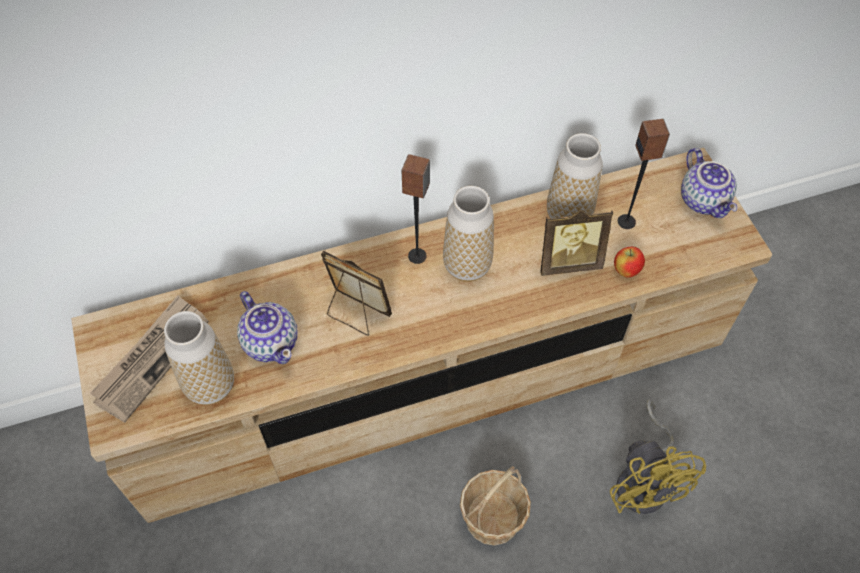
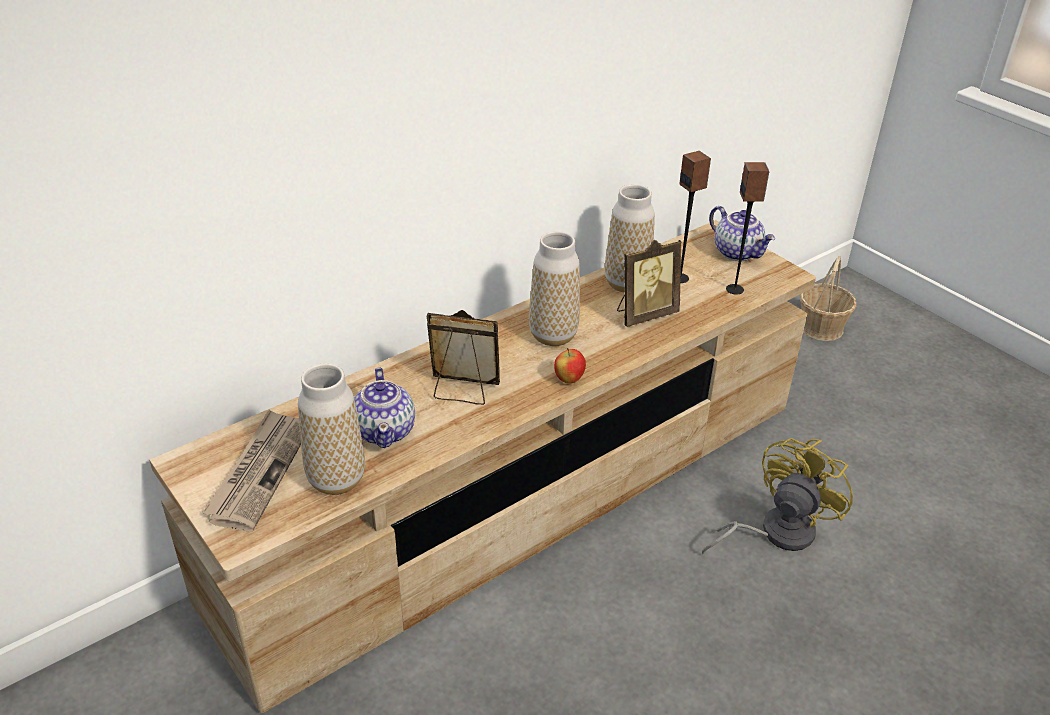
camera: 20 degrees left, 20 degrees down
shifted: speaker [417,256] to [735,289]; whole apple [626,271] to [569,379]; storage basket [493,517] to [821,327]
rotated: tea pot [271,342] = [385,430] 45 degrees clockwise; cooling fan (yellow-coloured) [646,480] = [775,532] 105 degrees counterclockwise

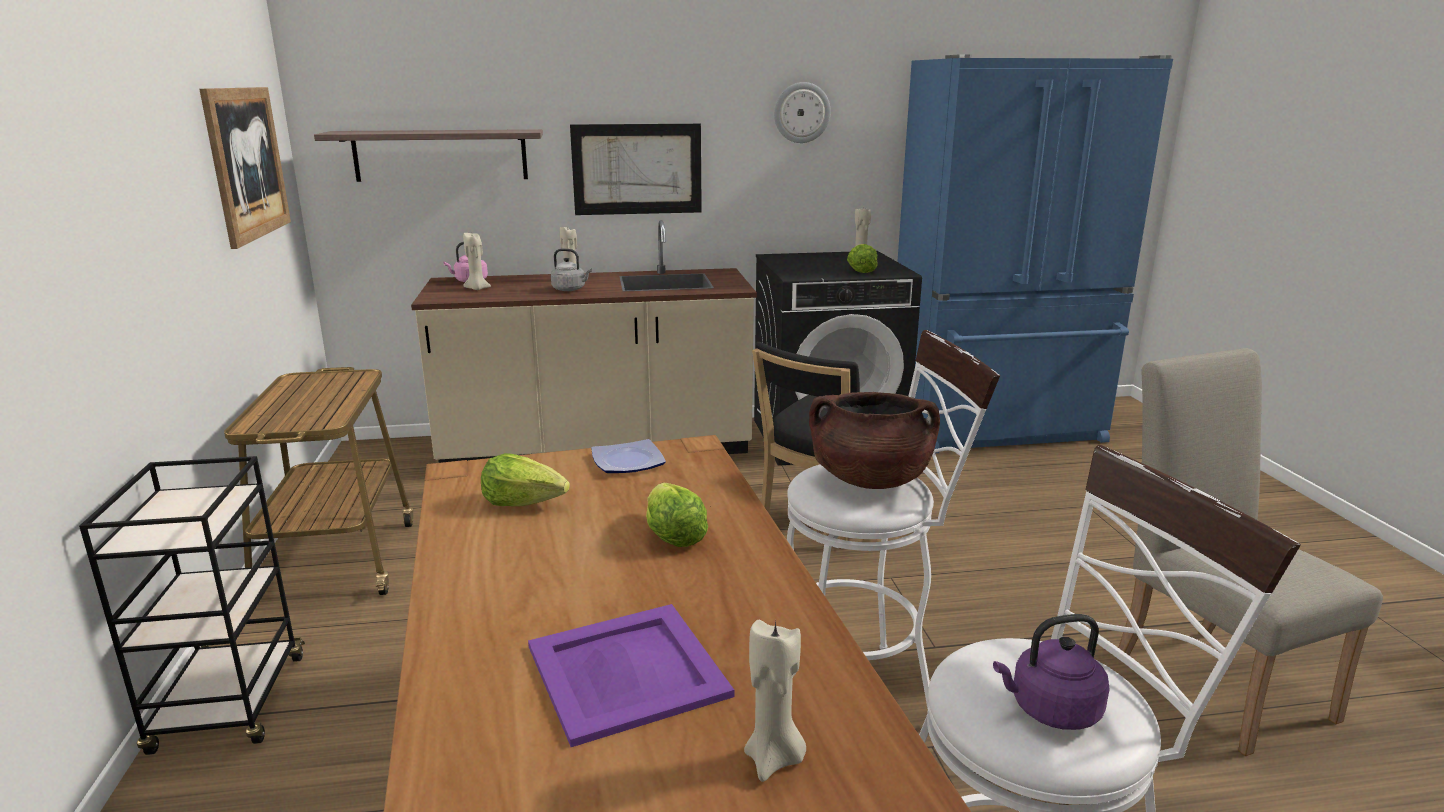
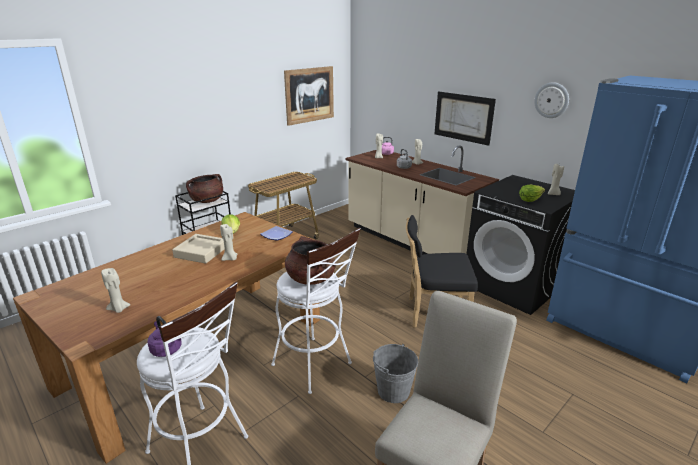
camera: 55 degrees right, 5 degrees up
gone: bracket shelf [440,155]; carrying tray (purple-coloured) [626,672]
new: stockpot (brown) [207,201]; carrying tray (beige-coloured) [201,252]; water bucket (gray) [393,391]
swapped: lettuce head [673,534] to wax candle (beige-coloured) [230,259]

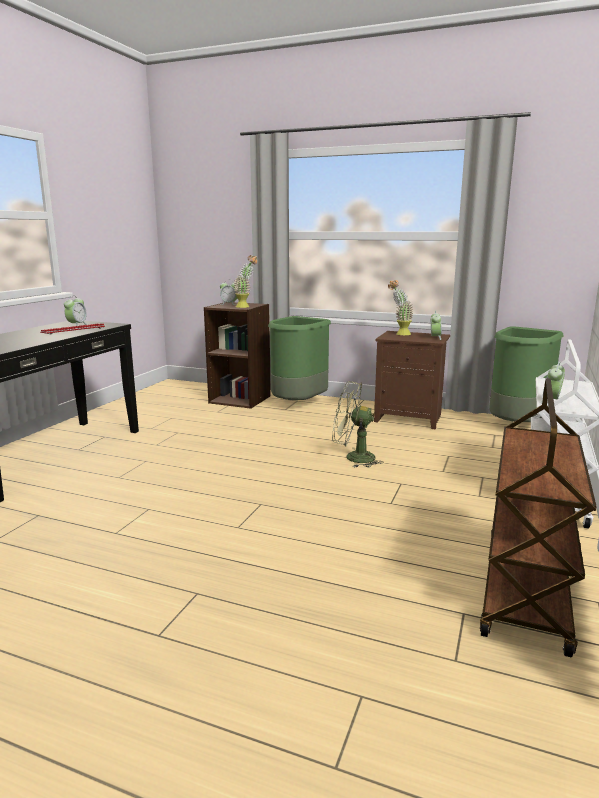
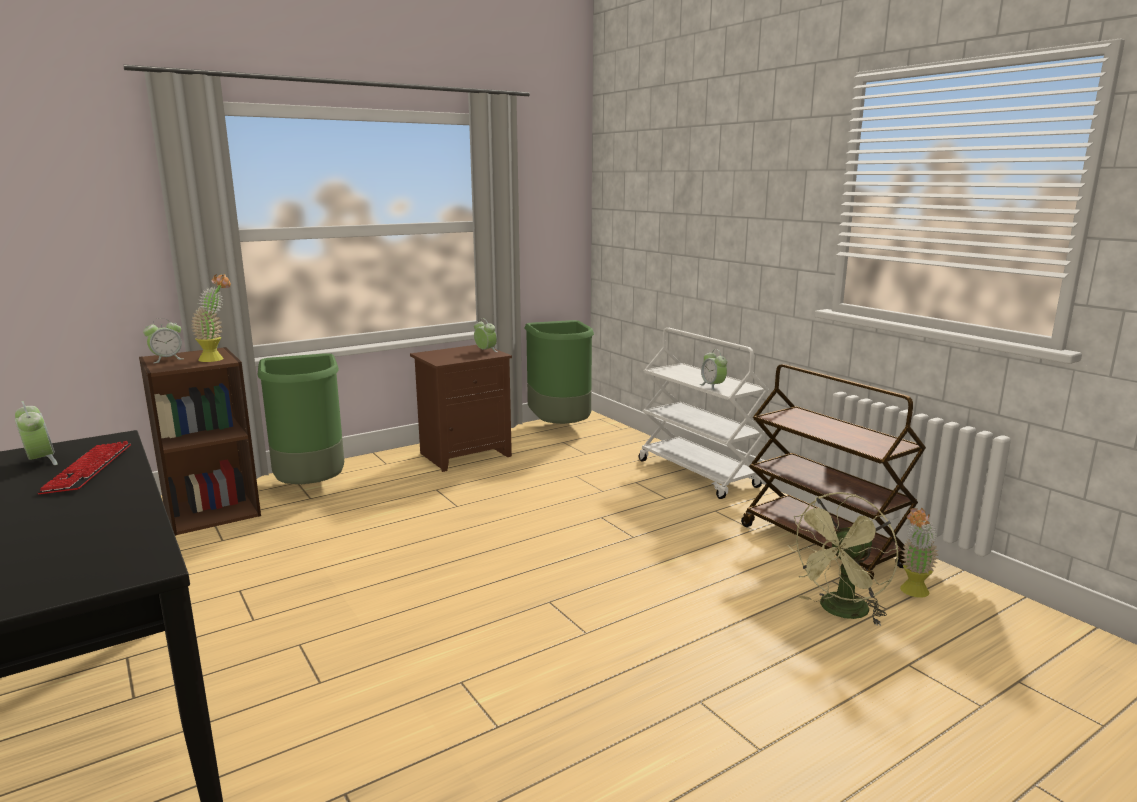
camera: 55 degrees left, 0 degrees up
shifted: houseplant [399,334] to [912,593]; cooling fan (green-coloured) [353,458] to [840,612]

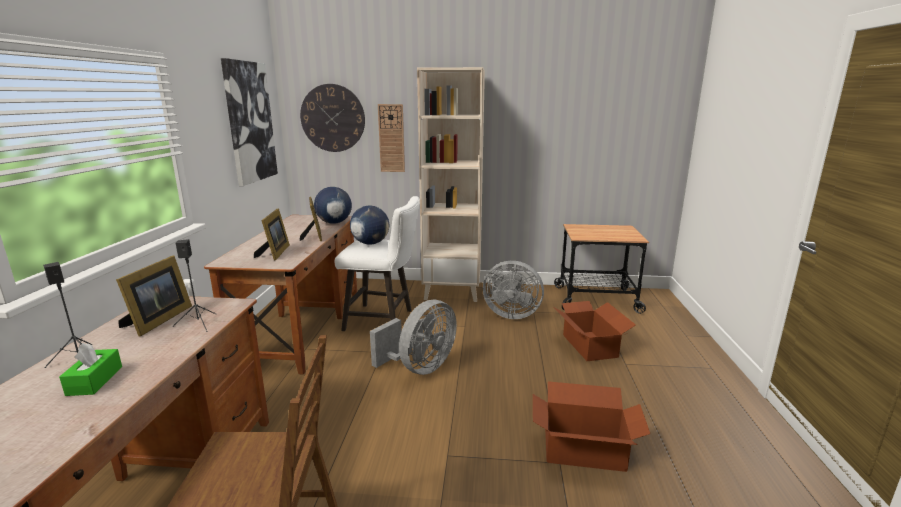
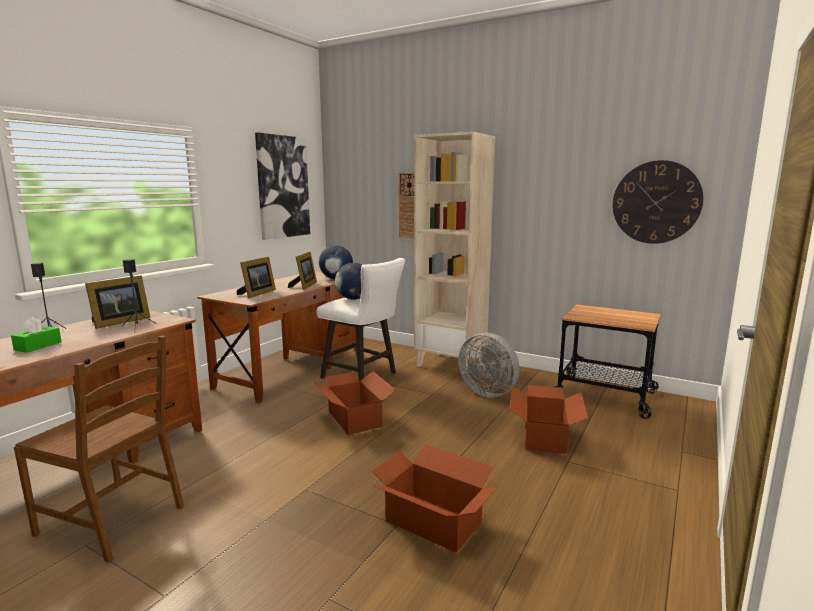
camera: 25 degrees right, 5 degrees down
shifted: clock on the wall [332,118] to [656,202]
swapped: cooling fan (gray) [420,367] to cardboard box [355,418]

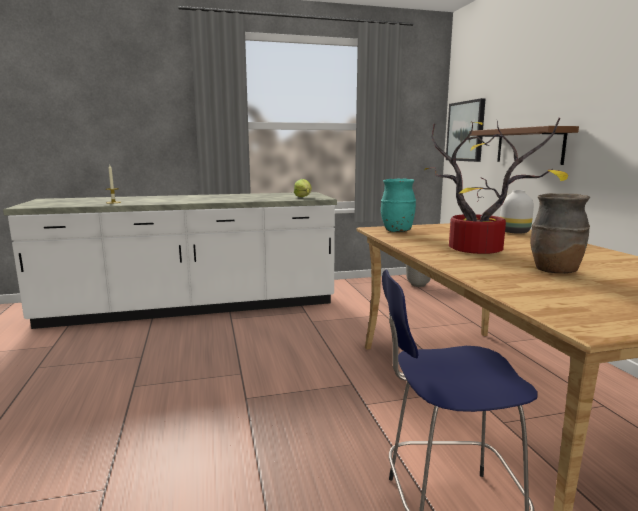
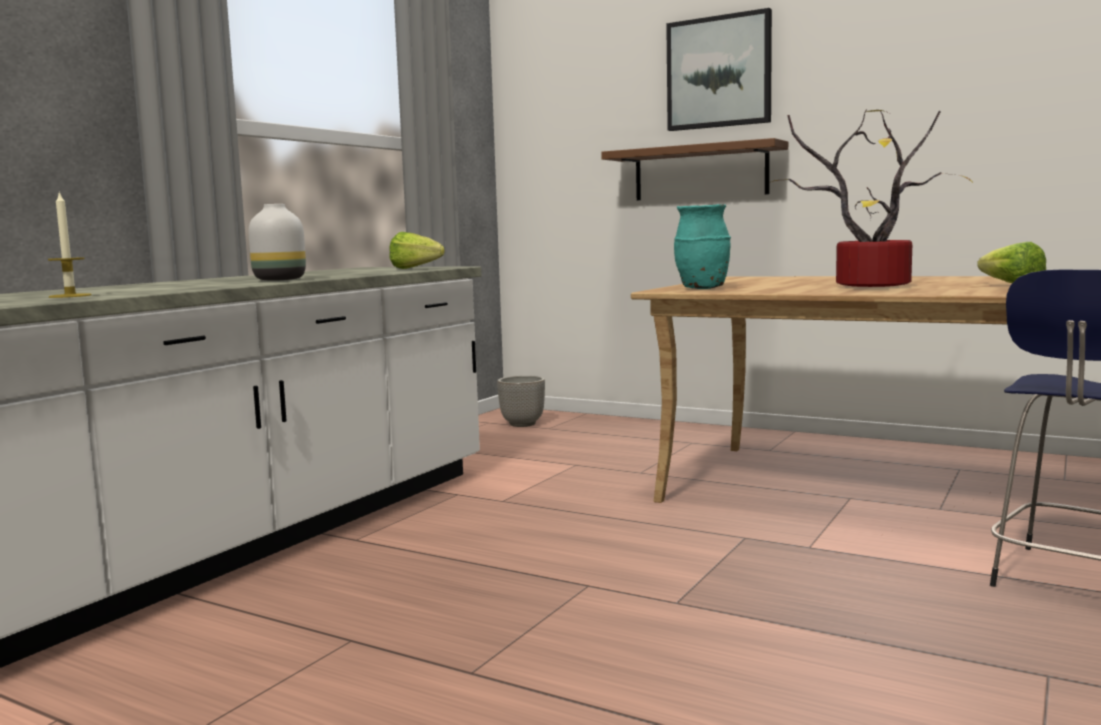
camera: 45 degrees left, 5 degrees down
shifted: wall art [466,131] to [719,72]; decorative vase (white) [515,232] to [281,280]
swapped: decorative vase (brown) [554,271] to lettuce head [1007,285]

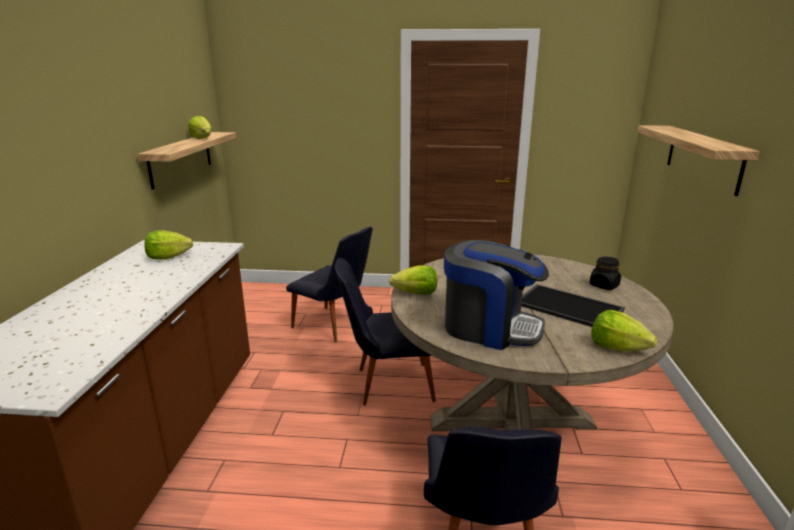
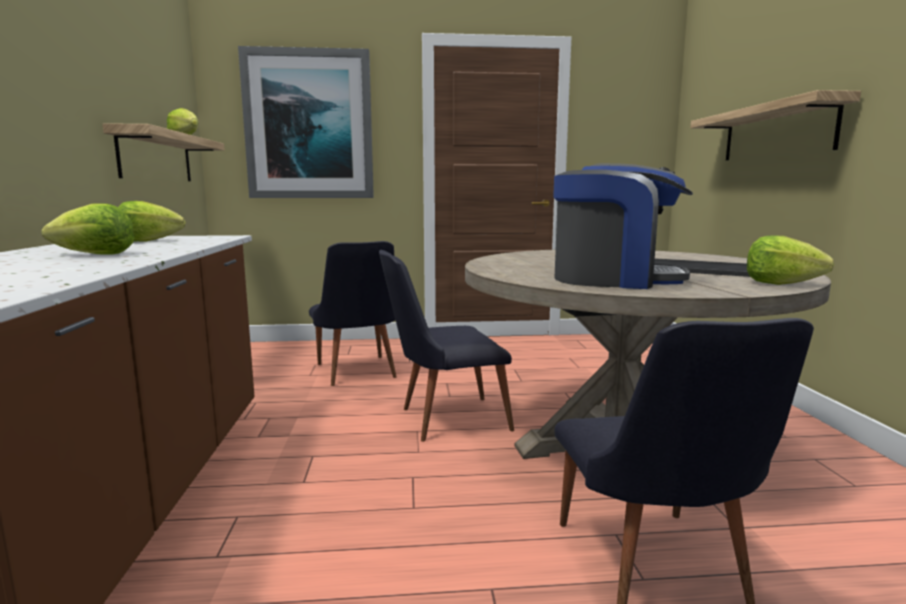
camera: 10 degrees left, 10 degrees down
gone: storage jar (blackish) [604,286]
new: wall art [309,125]
shifted: lettuce head [416,293] to [95,254]
rotated: upright chair (blackish) [335,327] = [357,373] 45 degrees clockwise

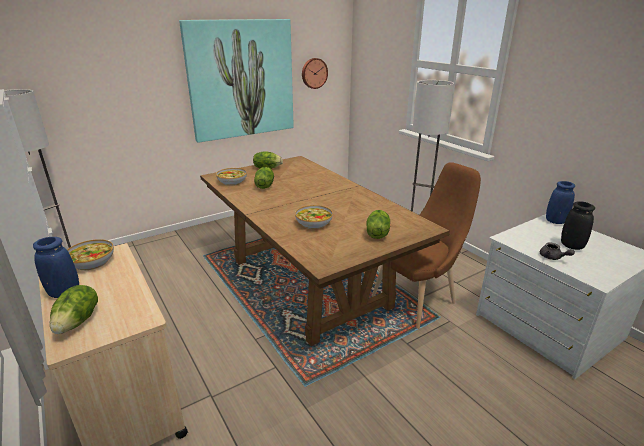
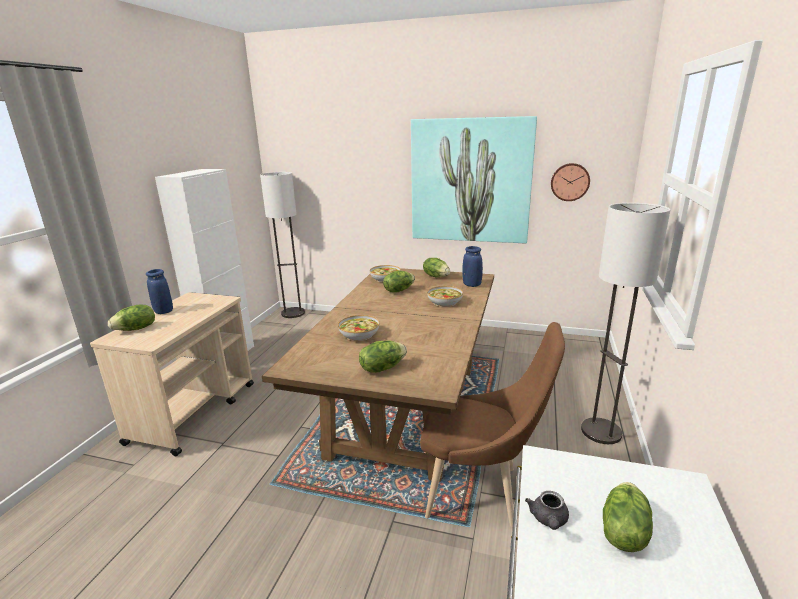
camera: 50 degrees right, 5 degrees down
shifted: decorative vase (blue) [555,221] to [471,285]; serving bowl [92,262] to [444,302]
swapped: decorative vase (blackish) [571,246] to lettuce head [622,531]

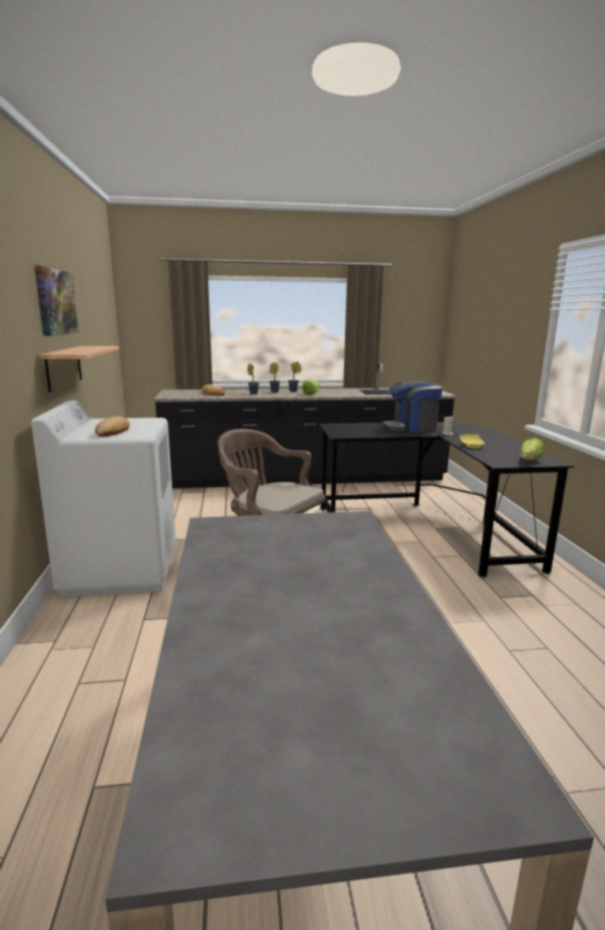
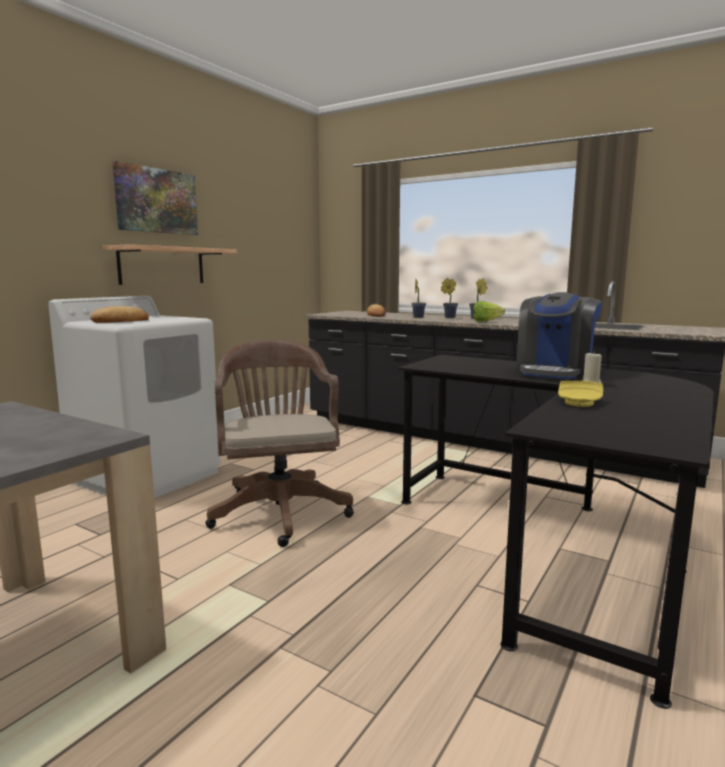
camera: 40 degrees right, 5 degrees down
gone: lettuce head [527,461]
rotated: coffee machine [411,428] = [554,372] 90 degrees counterclockwise

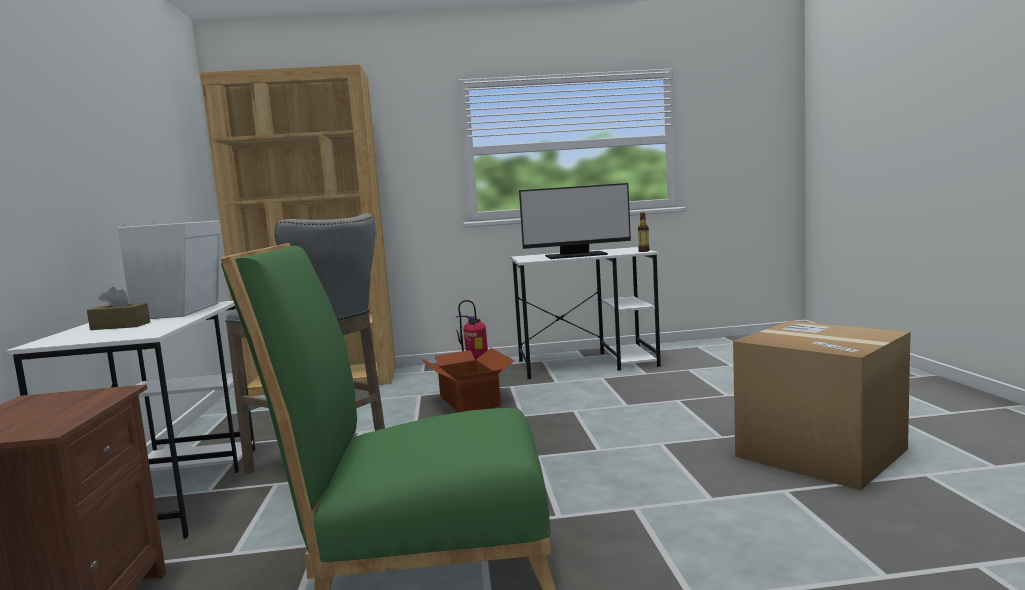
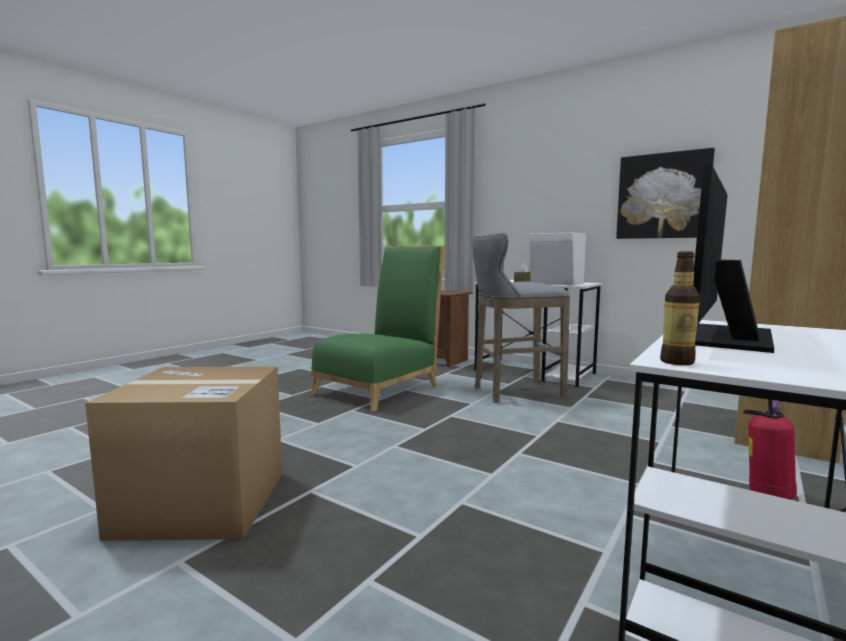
camera: 130 degrees right, 0 degrees up
gone: cardboard box [470,400]
new: wall art [663,196]

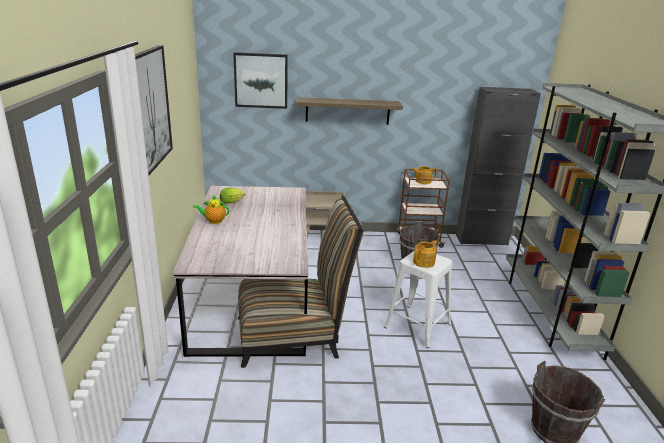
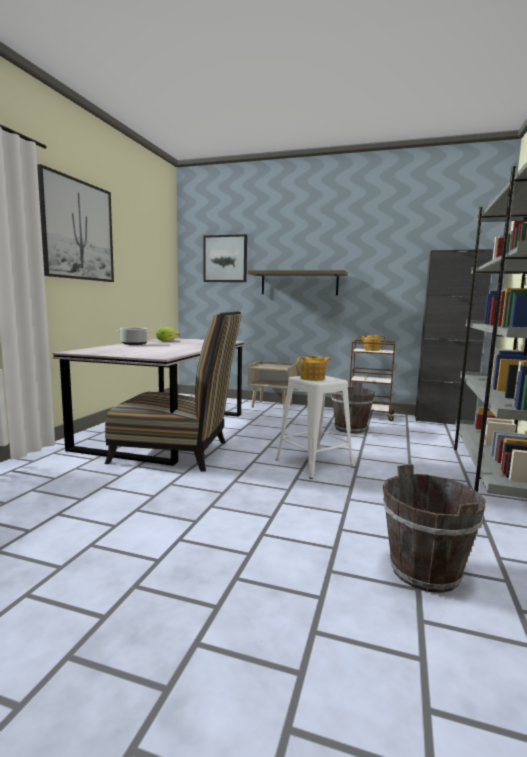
camera: 20 degrees right, 15 degrees down
swapped: tea pot [213,221] to stockpot [134,344]

